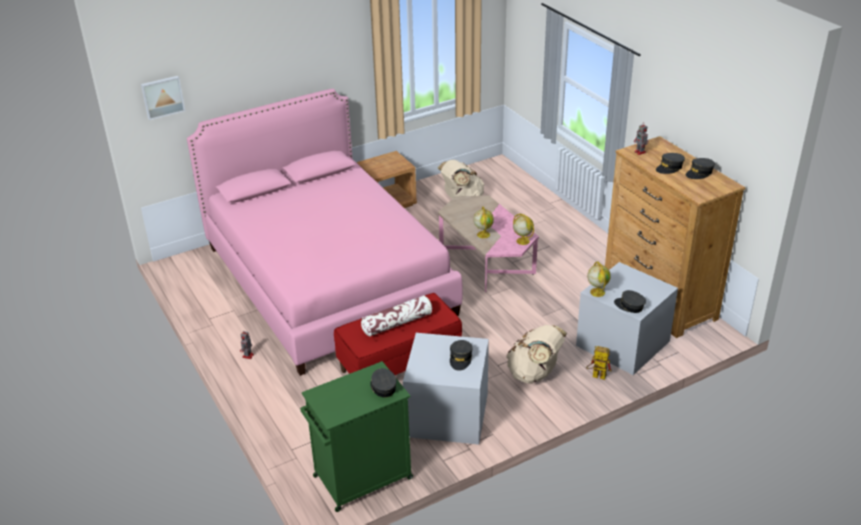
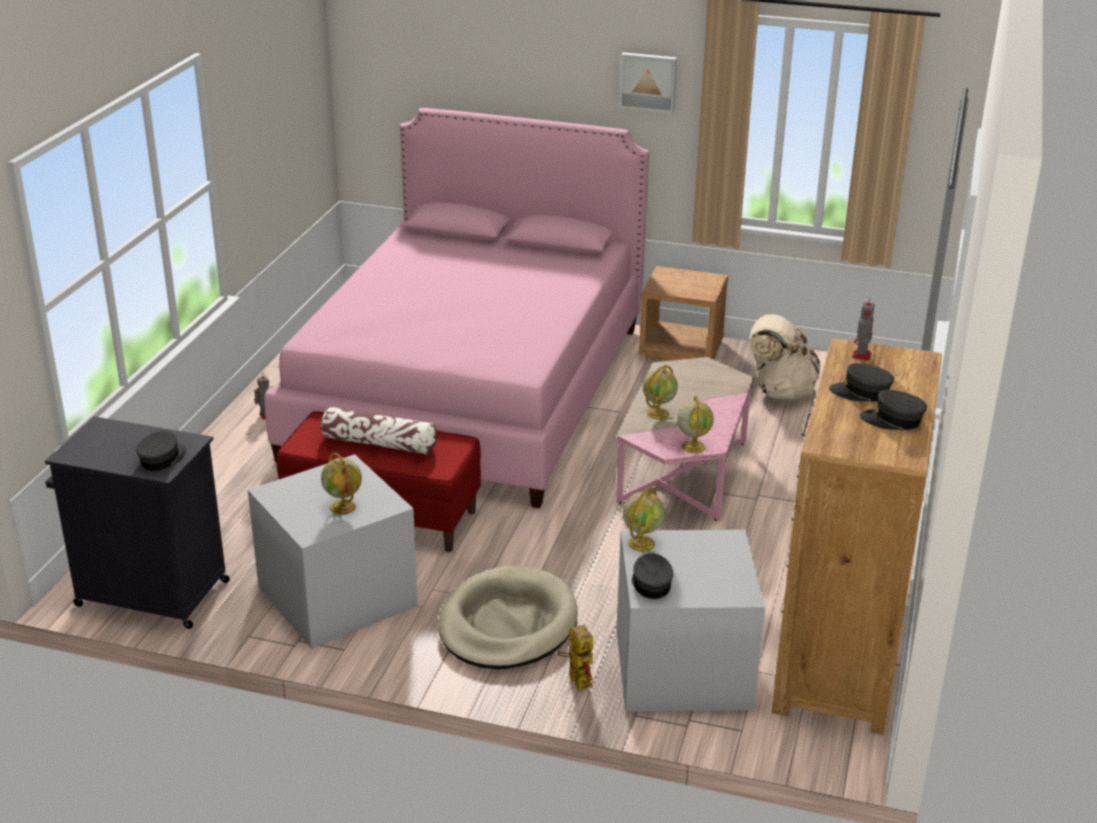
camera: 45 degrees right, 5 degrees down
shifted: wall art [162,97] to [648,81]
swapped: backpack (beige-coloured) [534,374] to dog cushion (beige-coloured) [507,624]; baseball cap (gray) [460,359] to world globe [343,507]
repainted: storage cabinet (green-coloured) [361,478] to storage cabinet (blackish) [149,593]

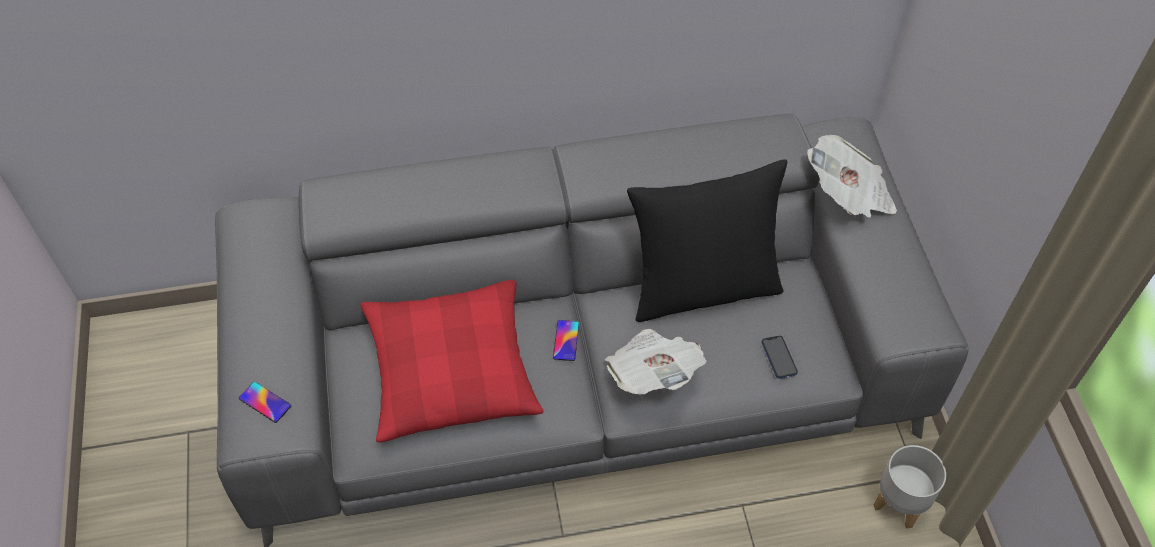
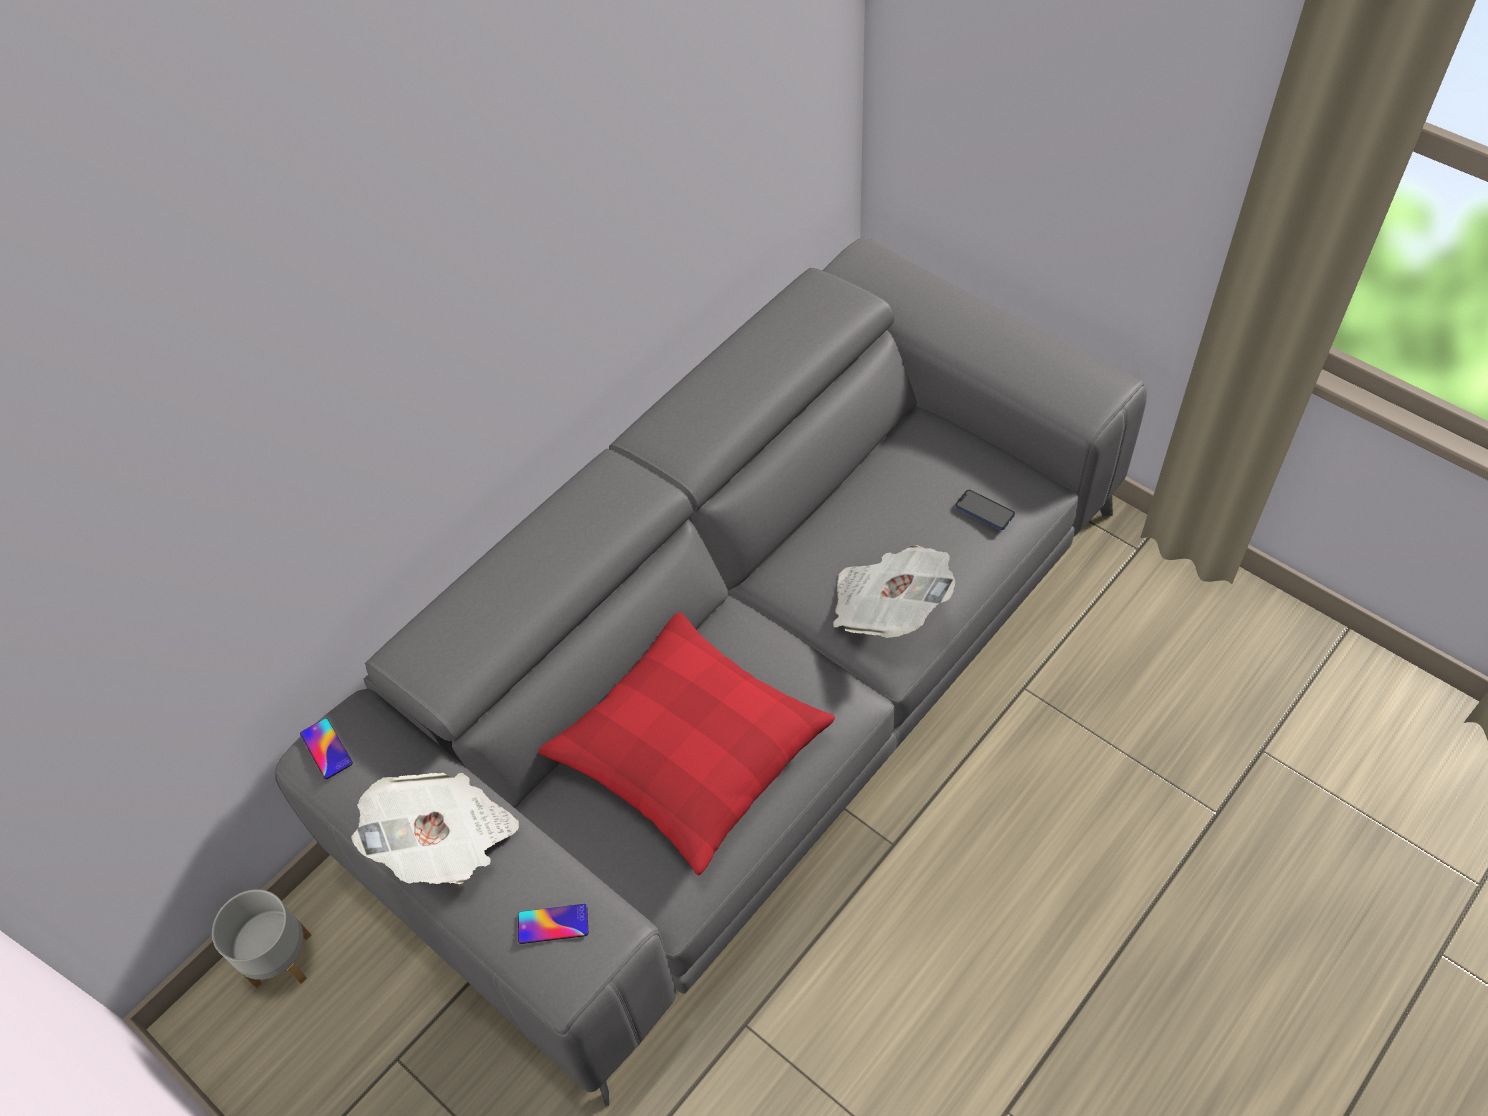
camera: 35 degrees left, 0 degrees up
gone: pillow (blackish) [703,288]
shifted: daily paper [848,195] to [446,841]; phone [566,340] to [326,748]; planter (gray) [900,502] to [282,957]

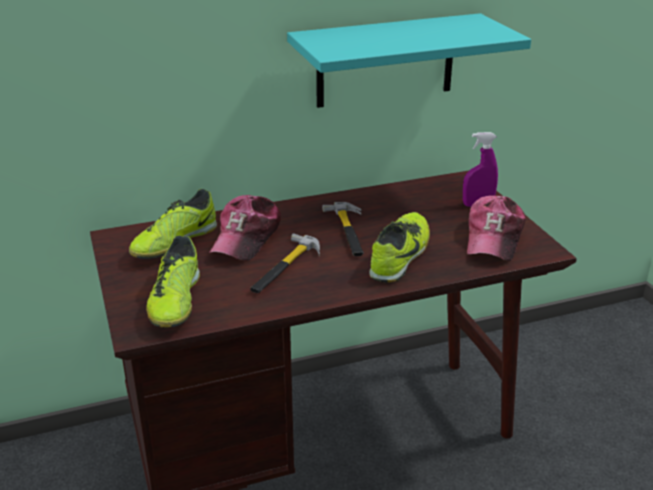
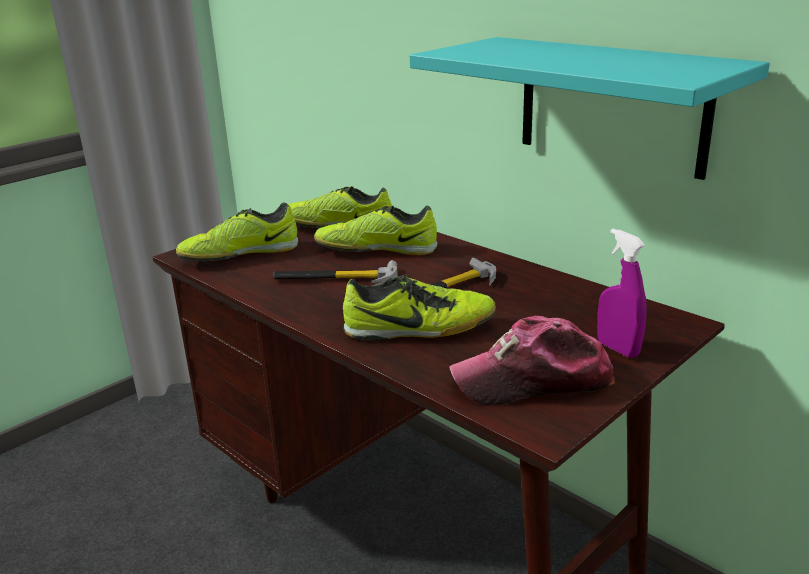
camera: 65 degrees right, 5 degrees down
swapped: baseball cap [246,238] to low shoe [376,249]

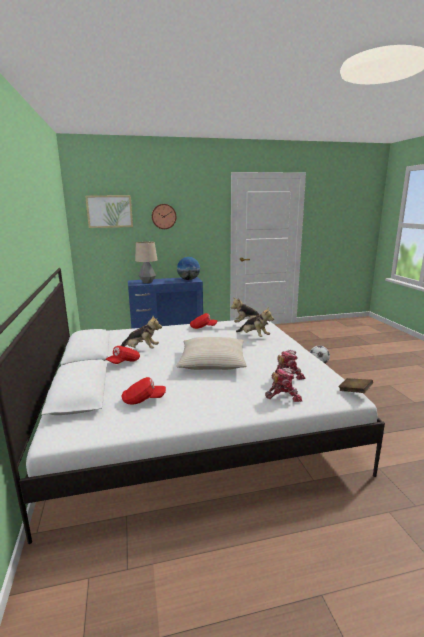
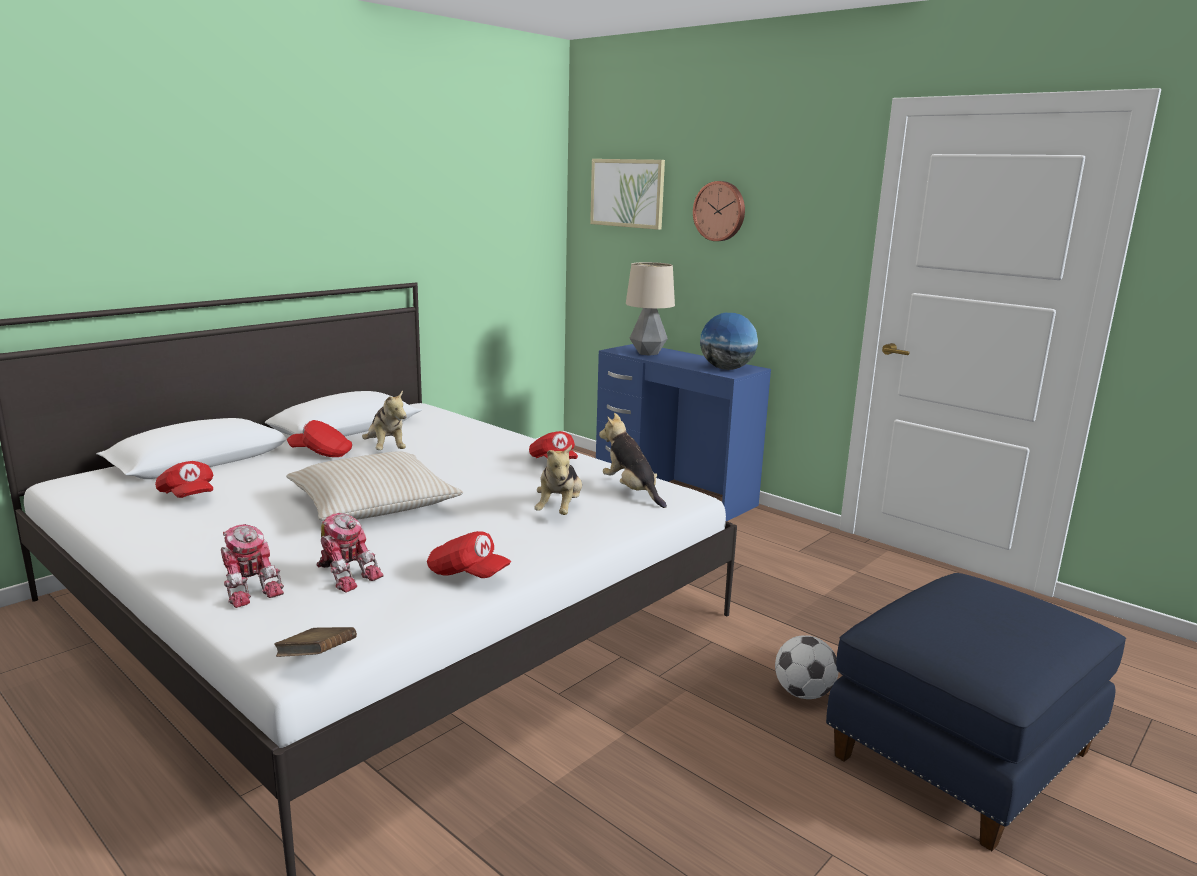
camera: 55 degrees right, 0 degrees up
new: baseball cap (red-coloured) [467,575]; pouffe (blue) [964,756]

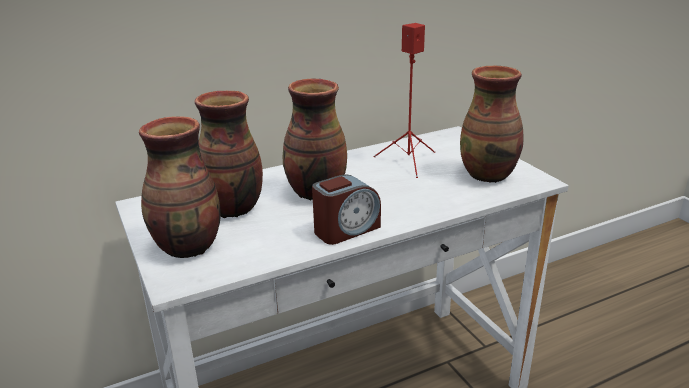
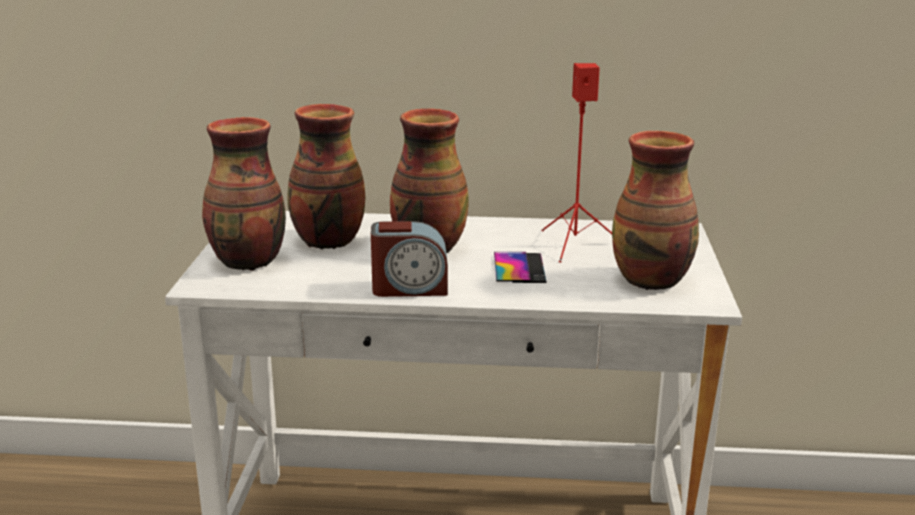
camera: 30 degrees right, 5 degrees down
new: phone [519,268]

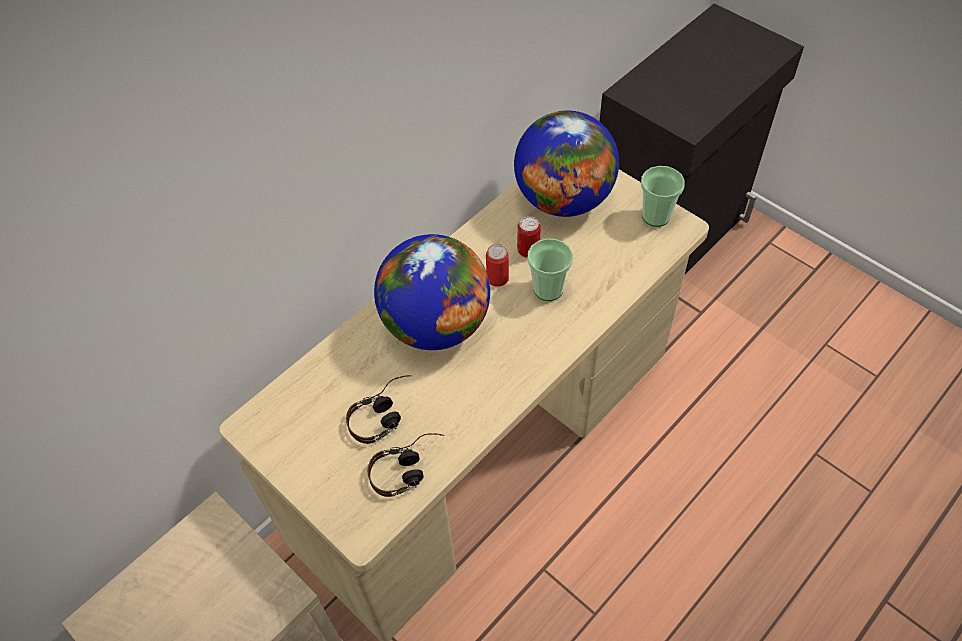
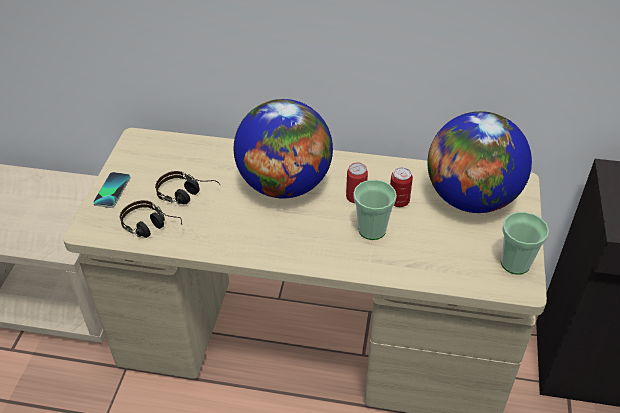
camera: 55 degrees right, 10 degrees down
new: phone [112,190]

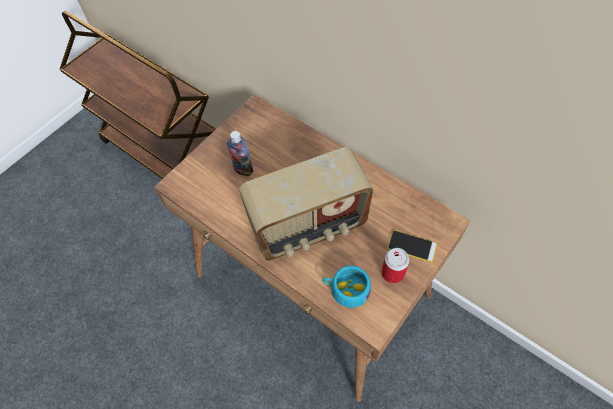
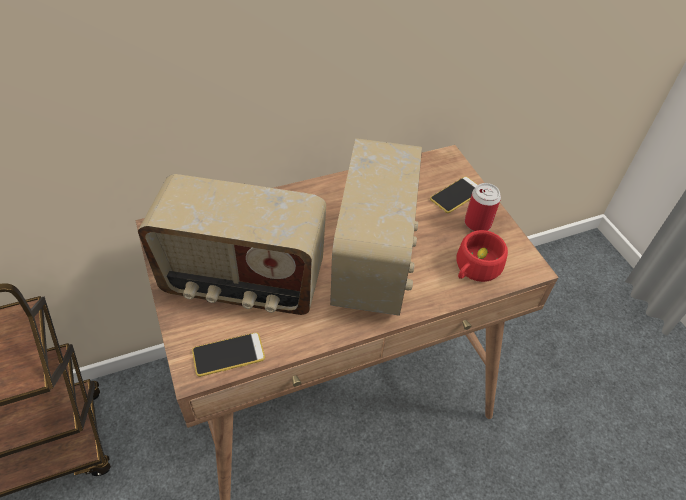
camera: 65 degrees left, 10 degrees down
new: phone [228,354]
swapped: bottle [243,169] to radio [243,283]
repainted: drinking cup (turquoise) [345,290] to drinking cup (red-coloured) [474,269]

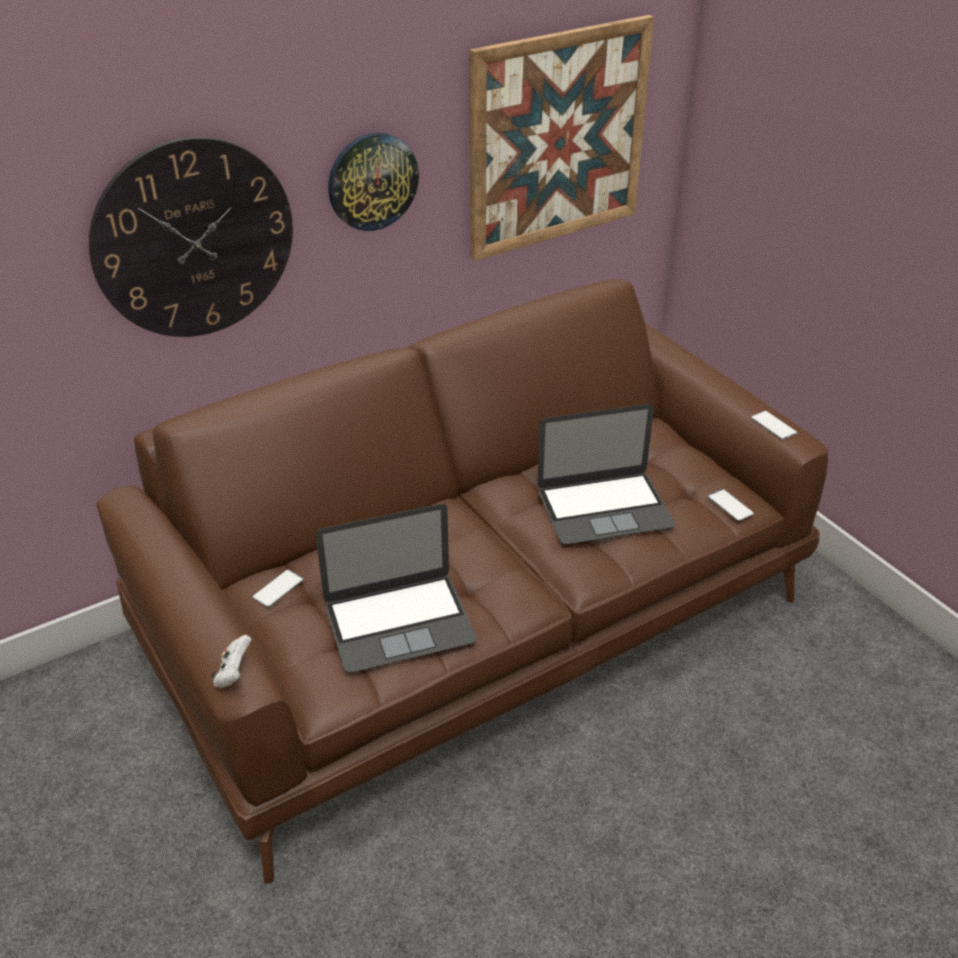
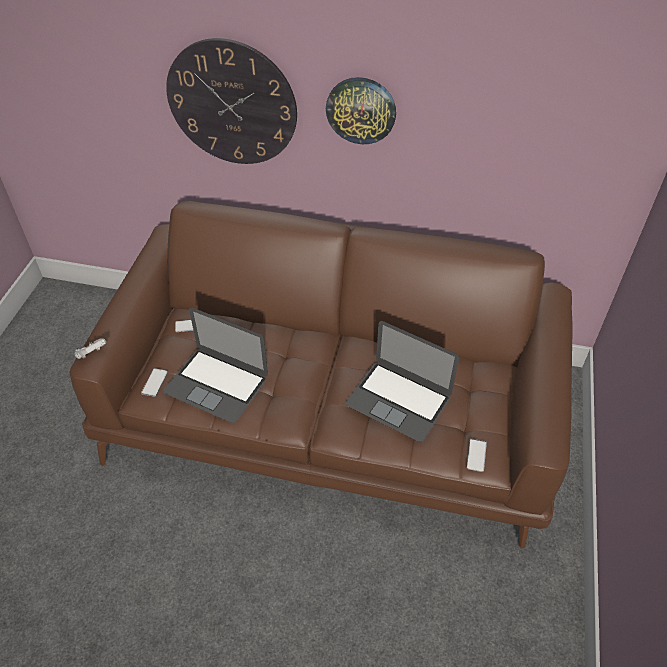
camera: 45 degrees right, 10 degrees up
gone: wall art [557,138]
shifted: phone [773,425] to [154,382]

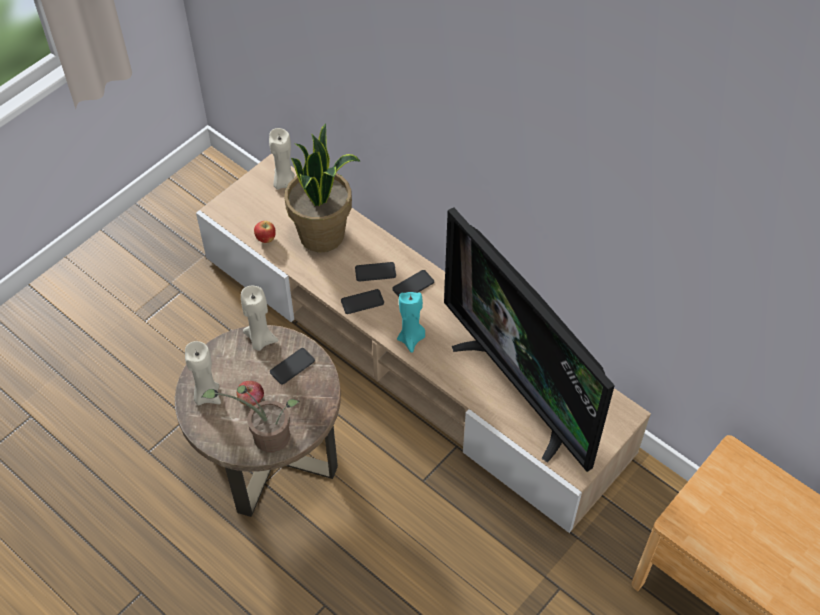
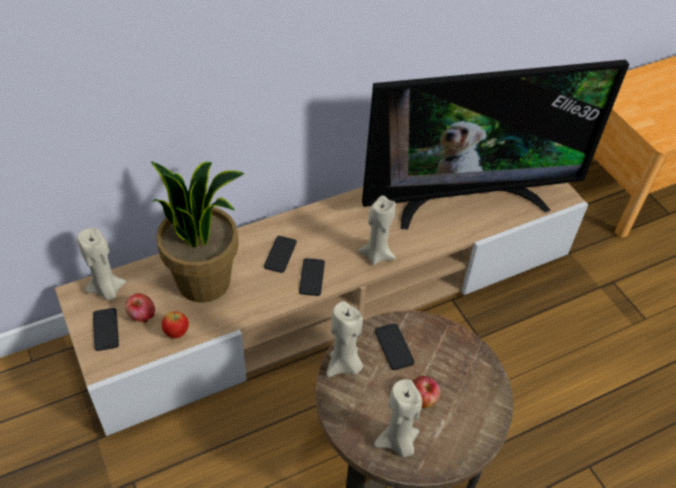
camera: 70 degrees left, 5 degrees down
gone: houseplant [265,435]
new: whole apple [142,315]
shifted: phone [413,285] to [106,329]
repainted: wax candle (turquoise) [411,339] to wax candle (beige-coloured) [377,255]

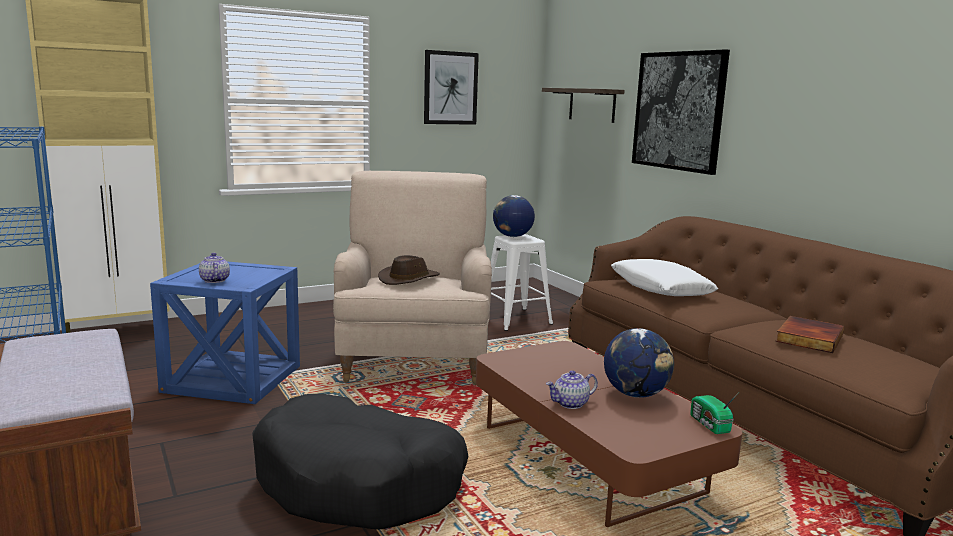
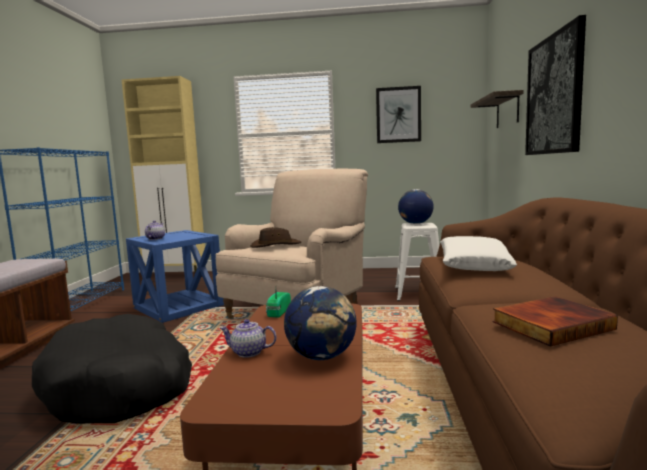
camera: 35 degrees right, 5 degrees down
shifted: radio [709,425] to [278,312]

